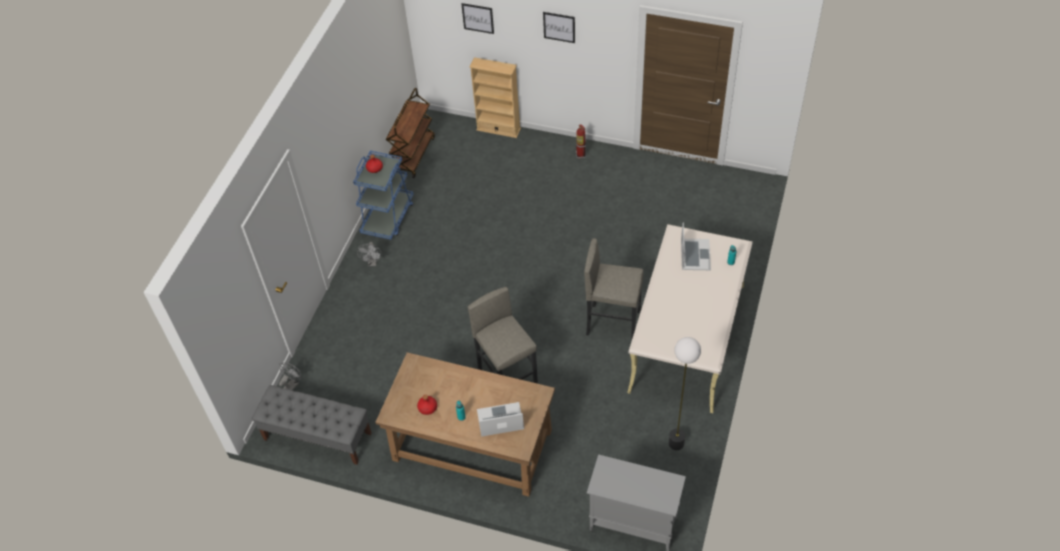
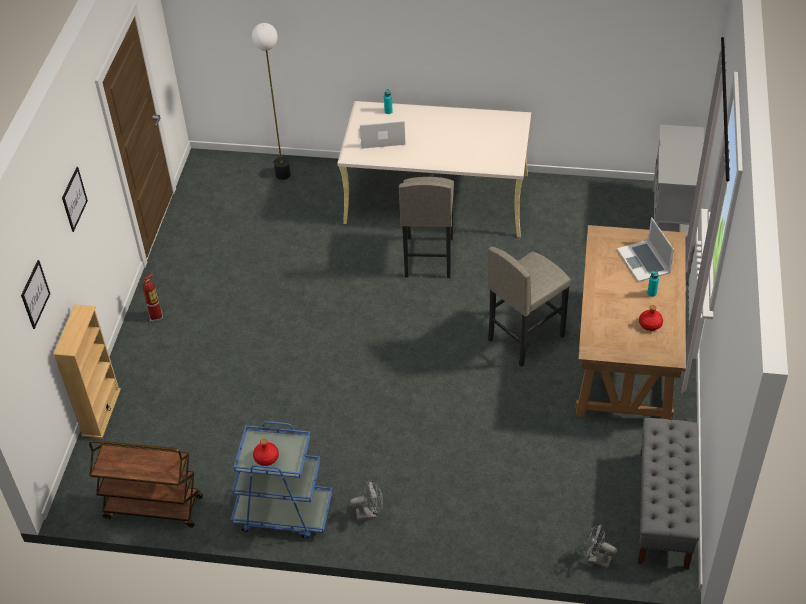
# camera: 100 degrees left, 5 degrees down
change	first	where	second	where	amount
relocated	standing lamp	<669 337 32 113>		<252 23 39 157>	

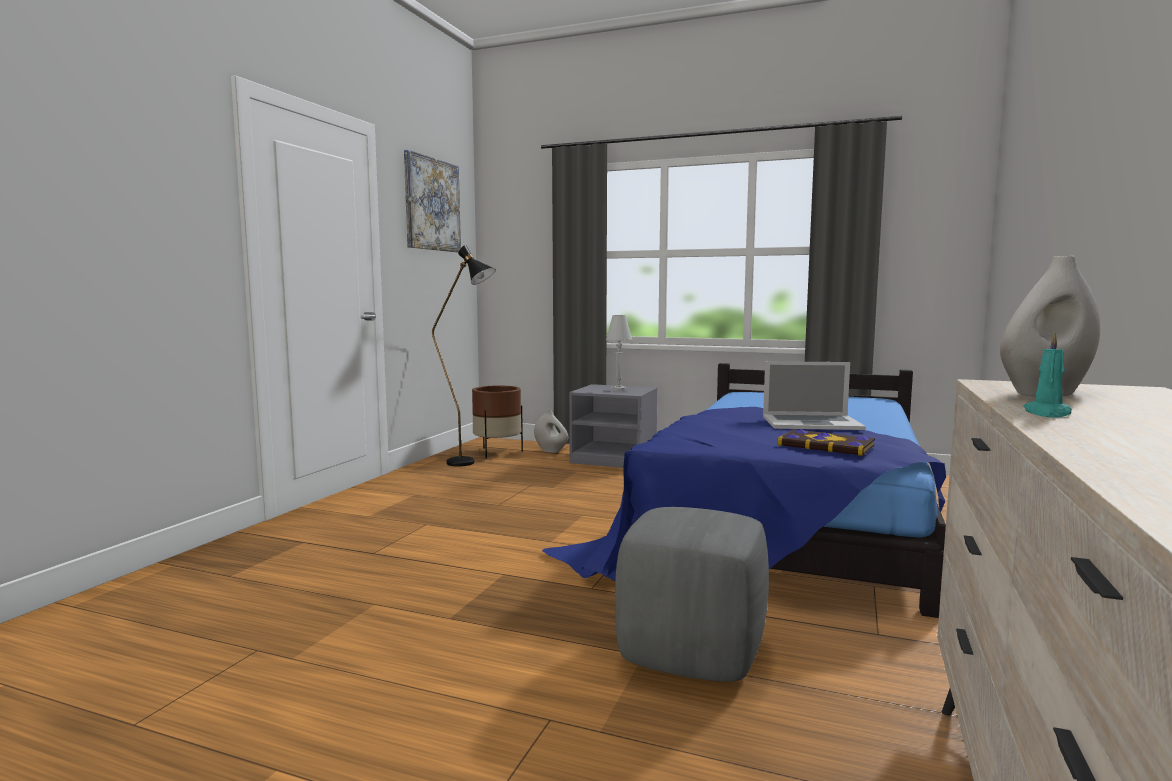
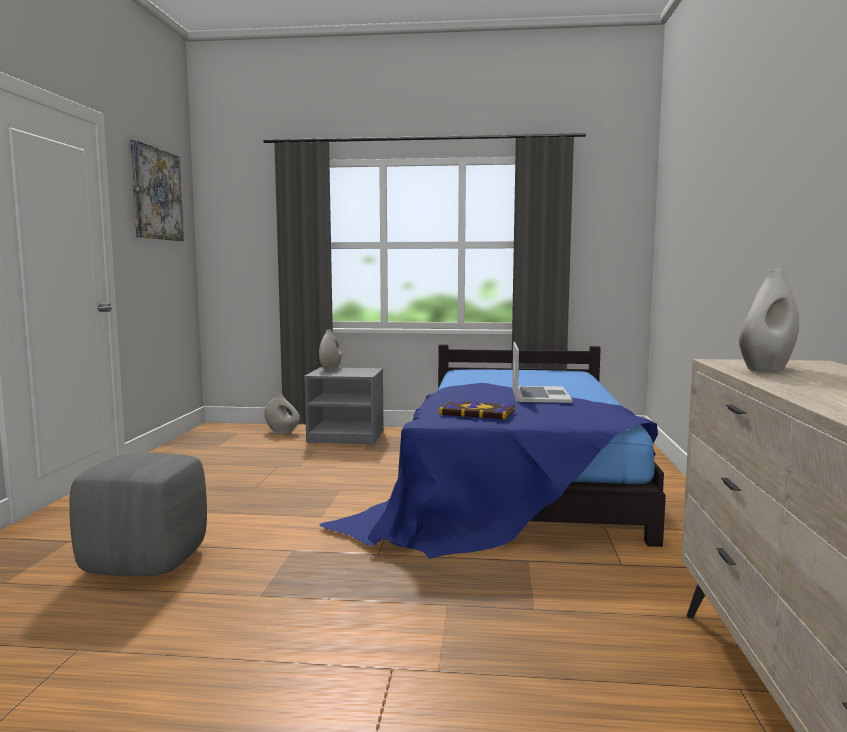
# camera: 15 degrees left, 0 degrees up
change	first	where	second	where	amount
missing	black standing lamp	<432 245 64 222>			
missing	brownish planter	<472 386 51 72>			
missing	white lamp for a table	<606 315 26 76>			
relocated	gray pouffe	<615 507 154 175>		<69 453 138 123>	
spun	notebook computer	<763 361 103 69>		<512 342 60 61>	75 degrees counterclockwise
relocated	bound book	<778 429 97 27>		<439 400 76 20>	
missing	turquoise candle	<1023 333 49 84>			
appeared			white flower vase	<319 329 23 42>	

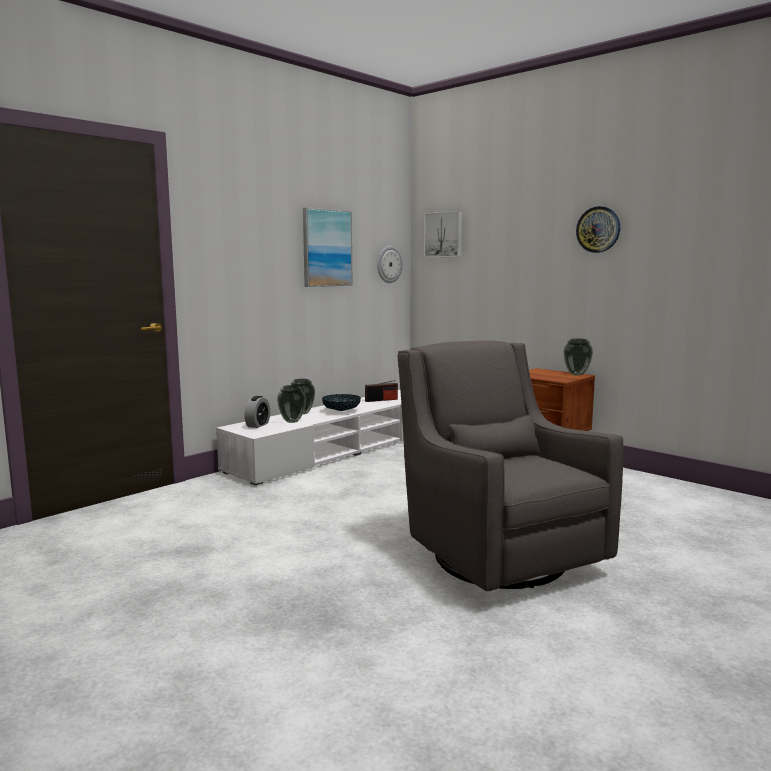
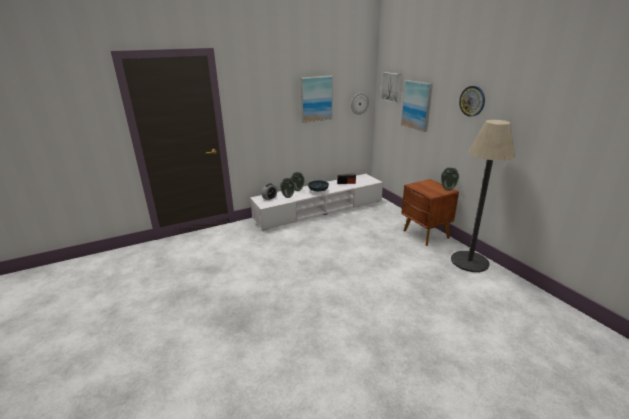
# camera: 20 degrees right, 15 degrees up
change	first	where	second	where	amount
missing	gray armchair	<398 341 226 250>			
appeared			wall picture	<401 80 32 52>	
appeared			standing lamp	<451 120 64 152>	

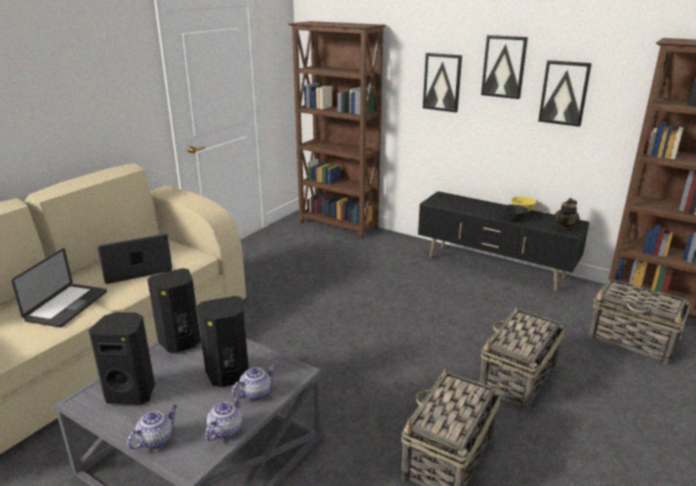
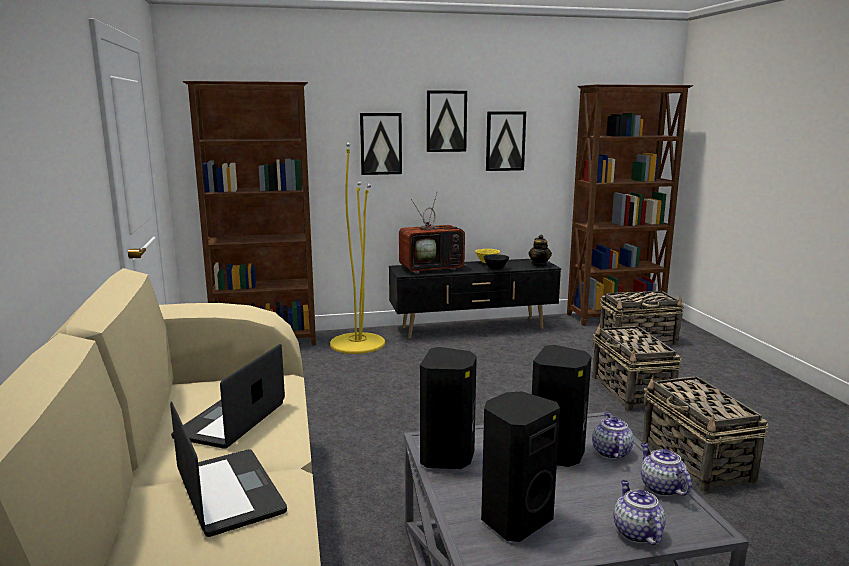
# camera: 45 degrees left, 10 degrees down
change	first	where	second	where	amount
appeared			yellow standing lamp	<330 143 55 211>	
appeared			television	<399 191 68 83>	

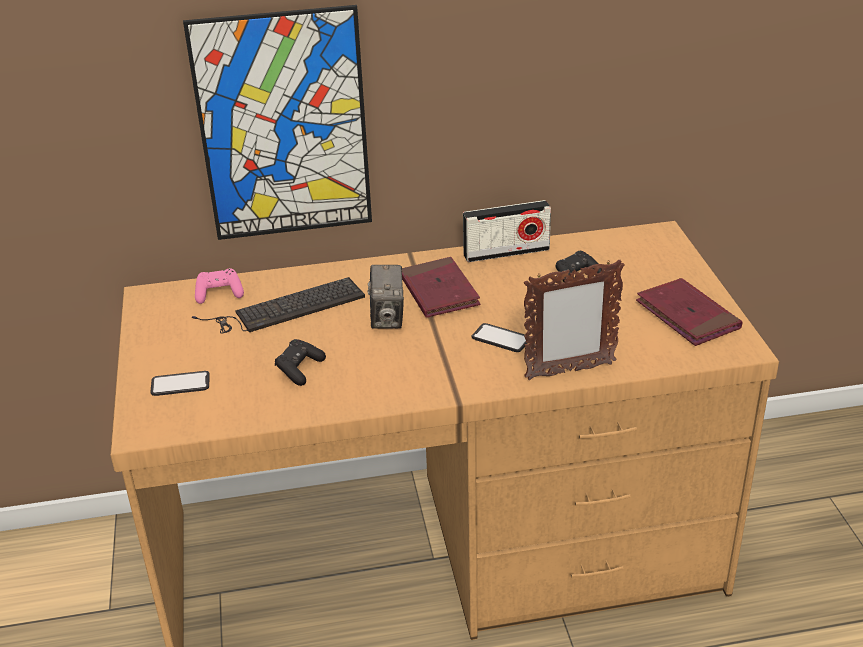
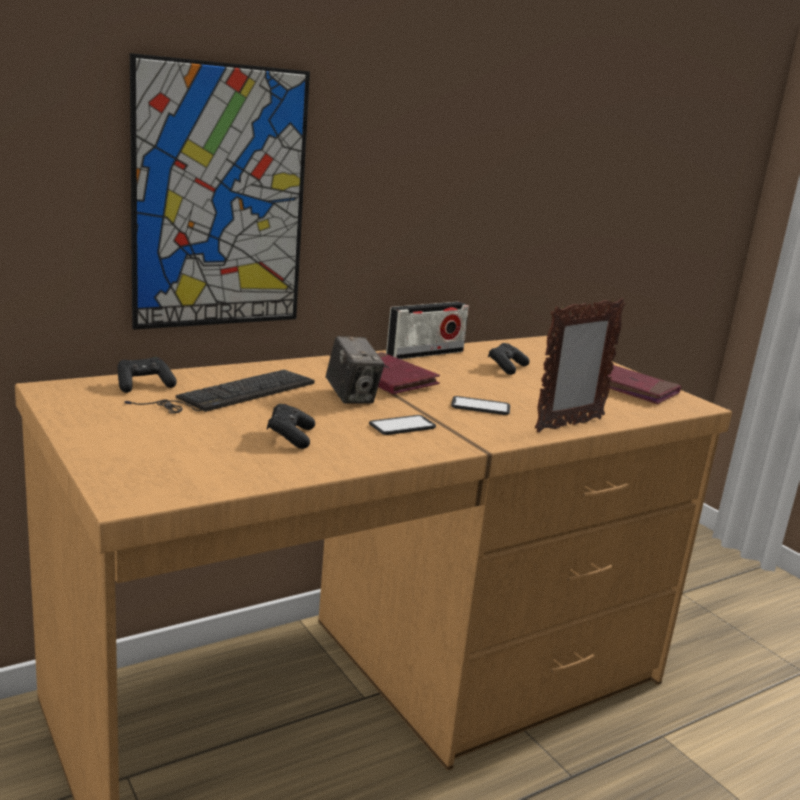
# camera: 25 degrees left, 15 degrees down
change	first	where	second	where	amount
relocated	telephone	<150 371 60 25>		<369 415 67 20>	
colour	pink-coloured joypad	<195 268 49 36>	black joypad	<118 357 59 36>	

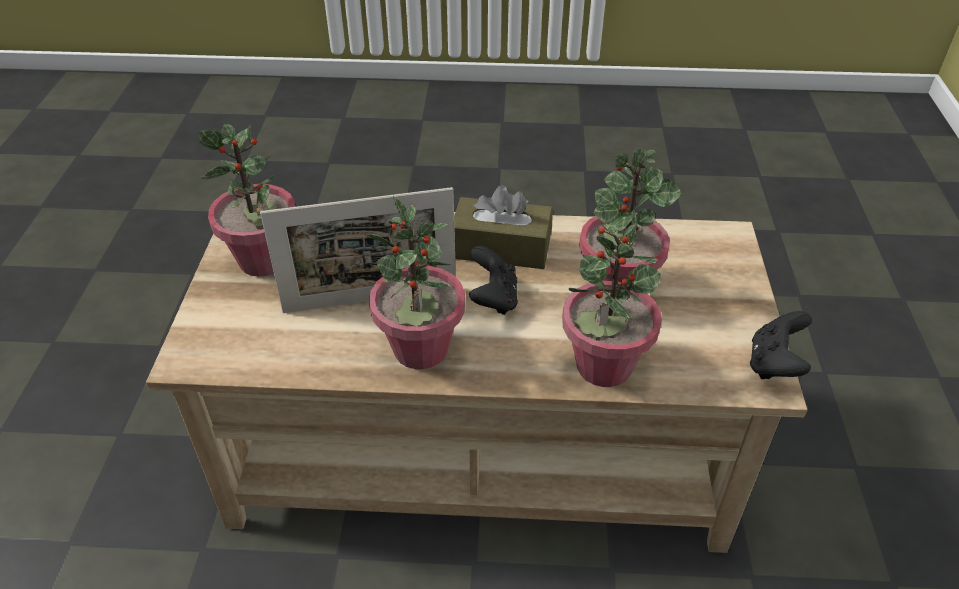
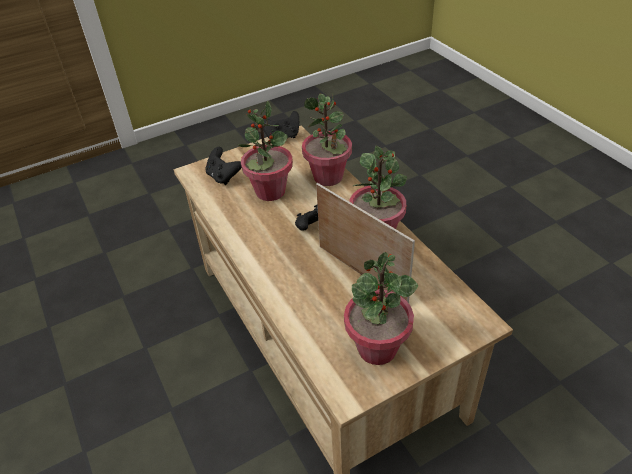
# camera: 120 degrees left, 0 degrees up
change	first	where	second	where	amount
missing	brownish tissue box	<454 185 99 84>			
appeared			black joypad	<205 147 36 38>	

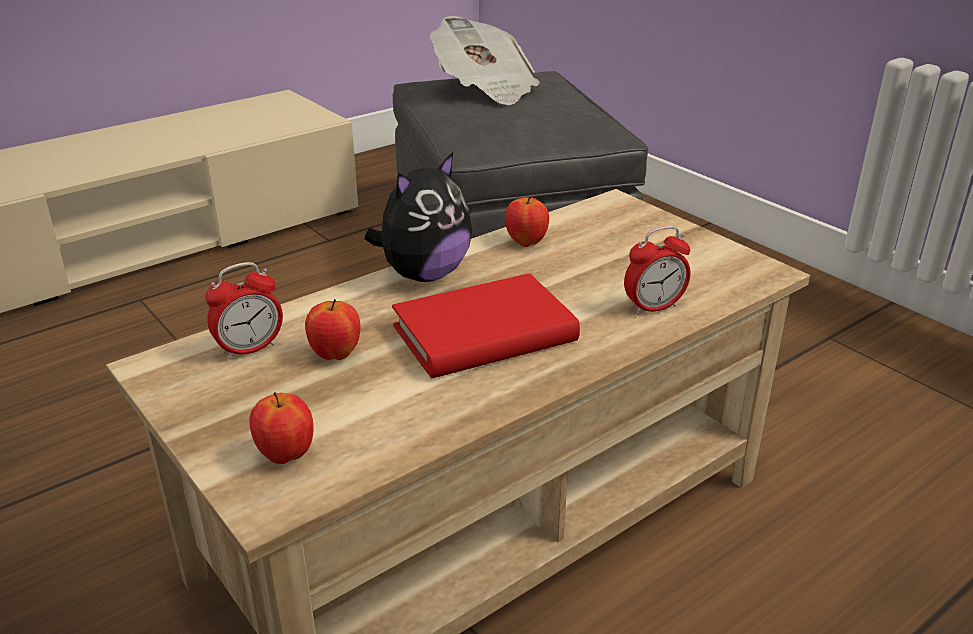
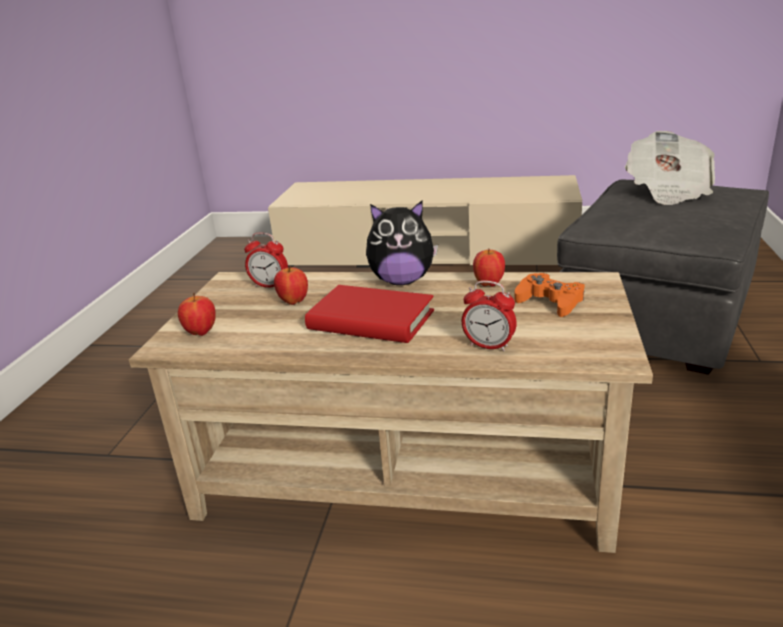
# camera: 50 degrees right, 5 degrees down
change	first	where	second	where	amount
appeared			orange-coloured joypad	<515 273 70 44>	

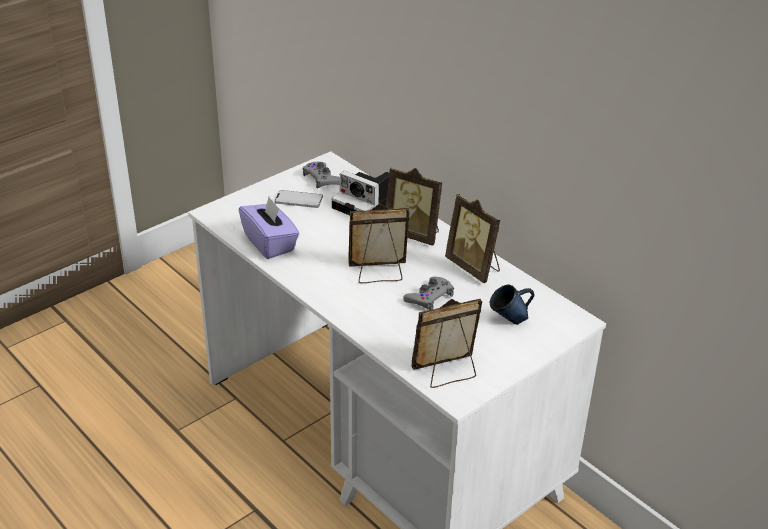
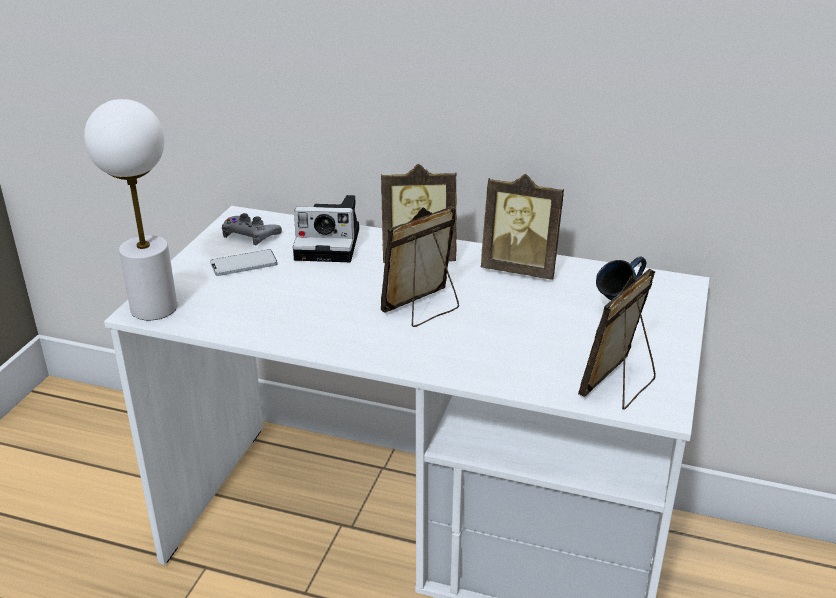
# camera: 30 degrees left, 5 degrees down
change	first	where	second	where	amount
missing	purple-coloured tissue box	<239 197 60 62>			
missing	gray joypad	<403 277 51 33>			
appeared			white lamp for a table	<84 99 93 221>	

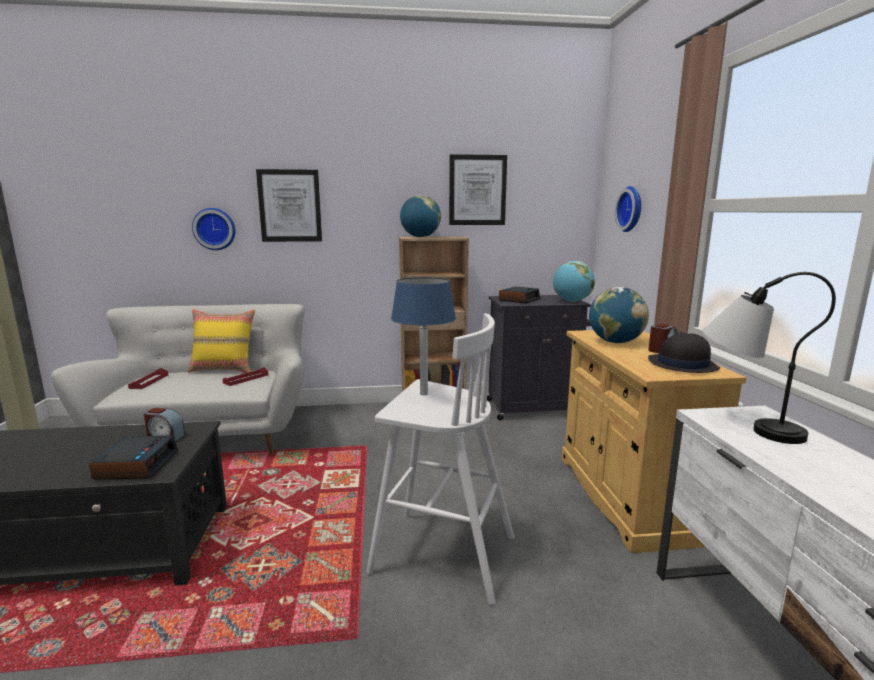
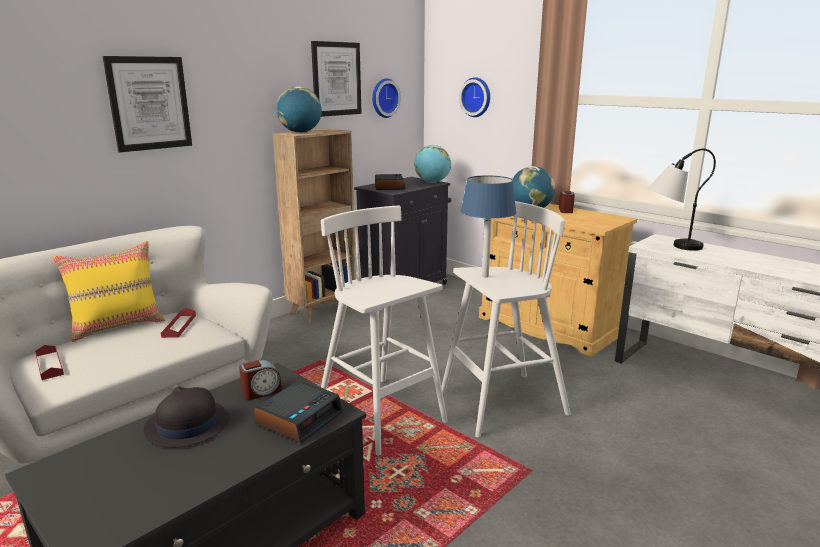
# camera: 40 degrees left, 5 degrees up
change	first	where	second	where	amount
spun	table clock	<89 435 89 45>		<254 380 89 63>	75 degrees clockwise
relocated	wall clock	<192 208 43 42>		<372 78 29 40>	
relocated	black wearable hat	<648 332 72 41>		<144 387 86 61>	
appeared			white stool	<321 206 127 250>	

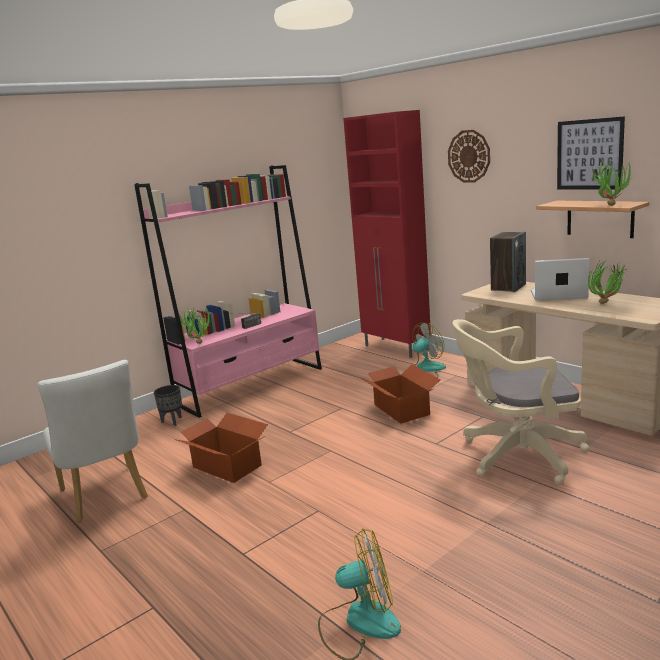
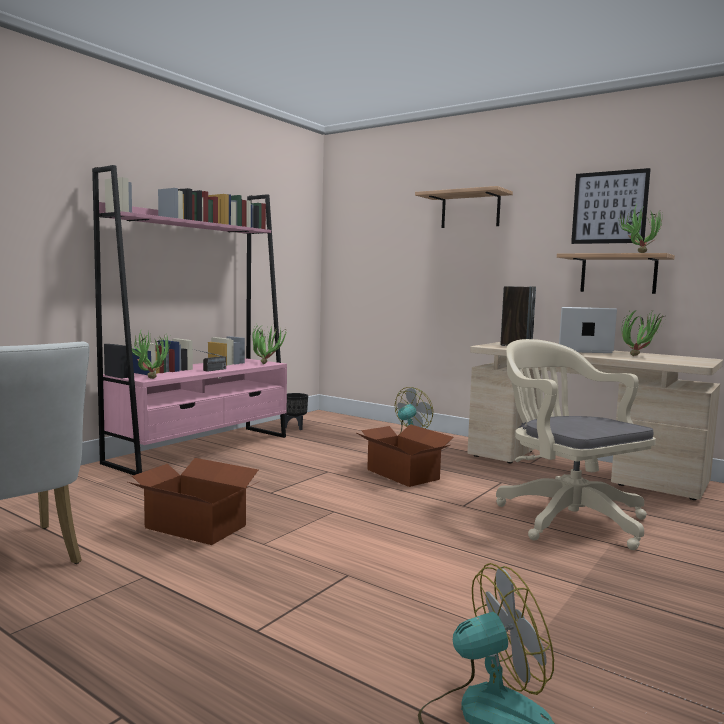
# camera: 15 degrees left, 10 degrees down
change	first	where	second	where	amount
relocated	black planter	<154 385 28 41>		<285 393 23 37>	
missing	red-coloured storage cabinet	<343 110 88 248>			
exchanged	wall clock	<448 130 42 53>	bracket shelf	<415 186 98 42>	
spun	sand-coloured computer chair	<452 319 137 166>		<496 339 160 211>	75 degrees clockwise
appeared			potted plant	<253 325 34 39>	

